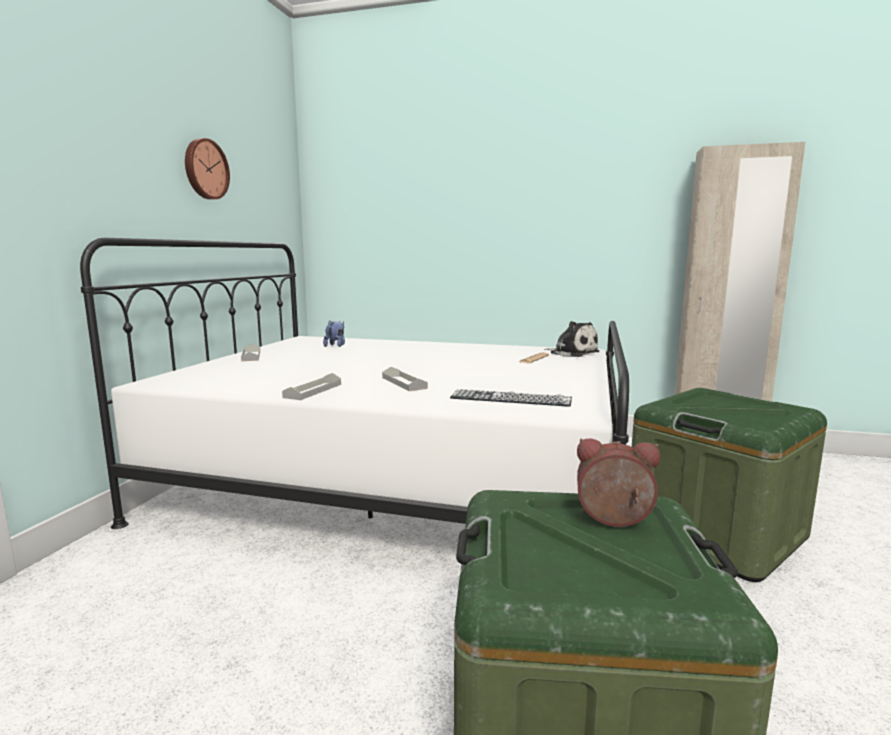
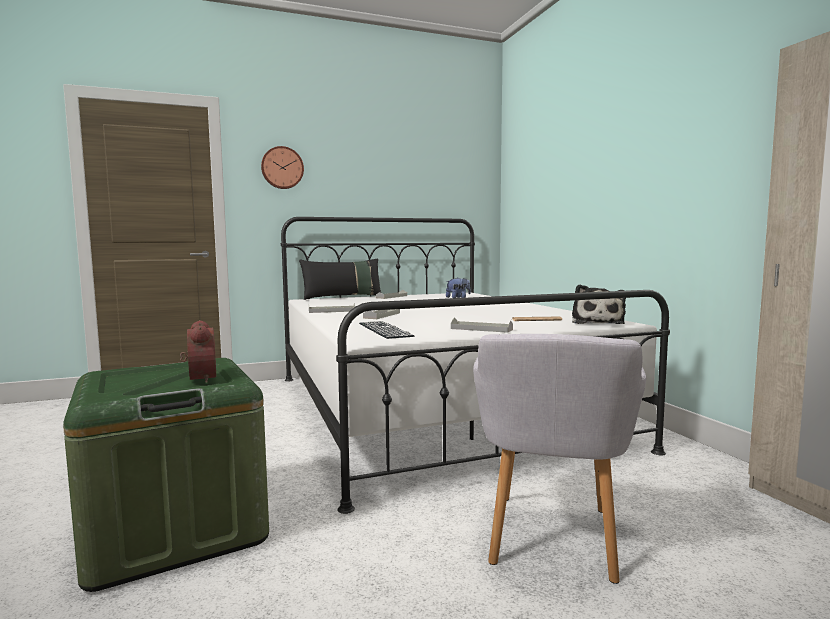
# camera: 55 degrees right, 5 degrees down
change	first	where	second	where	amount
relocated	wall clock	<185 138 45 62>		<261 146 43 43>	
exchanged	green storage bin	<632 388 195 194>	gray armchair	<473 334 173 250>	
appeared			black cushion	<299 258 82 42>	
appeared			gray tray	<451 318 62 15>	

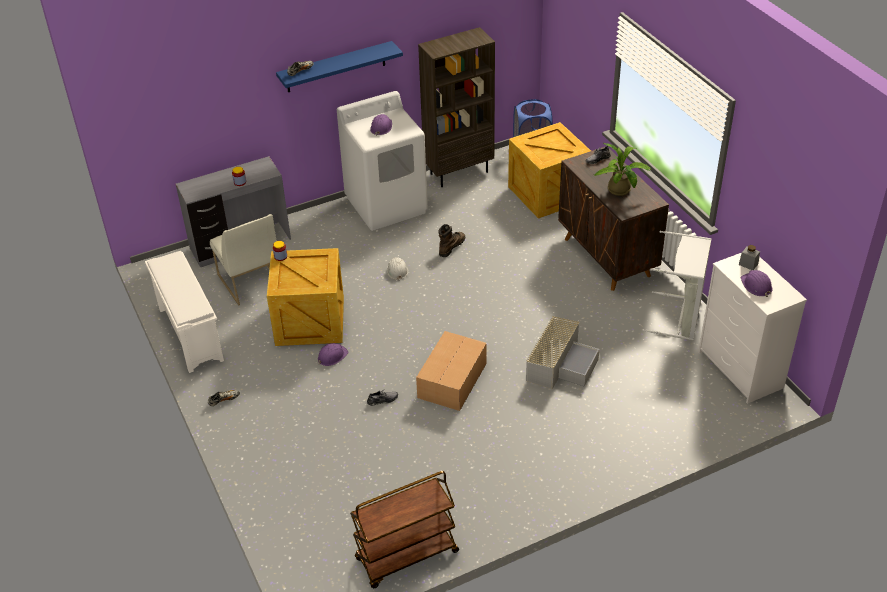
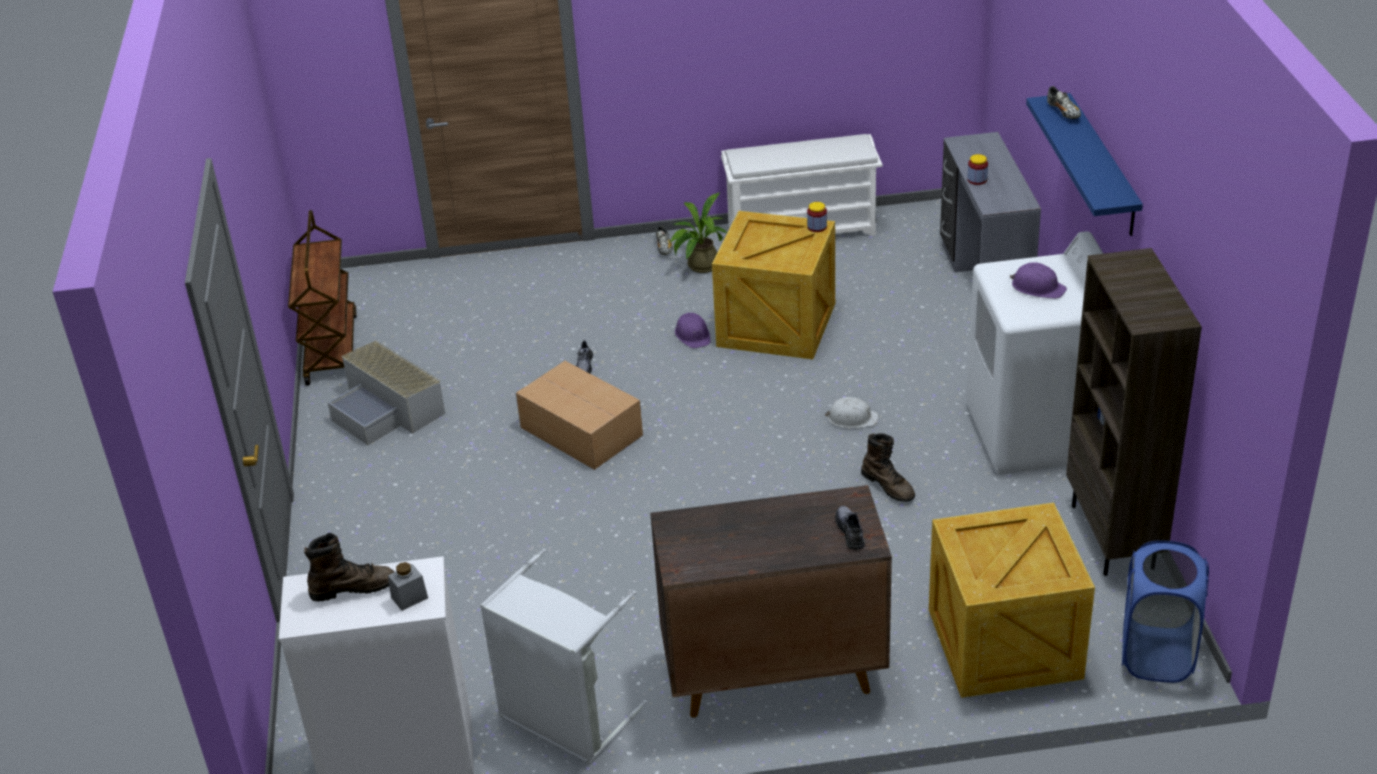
# camera: 110 degrees right, 5 degrees down
change	first	where	second	where	amount
missing	white chair	<210 214 67 92>			
relocated	gray storage bin	<526 316 73 73>		<328 340 117 105>	
relocated	potted plant	<594 143 58 53>		<670 192 57 81>	
exchanged	purple-coloured work helmet	<741 270 31 27>	brownish tall boot	<304 533 91 69>	

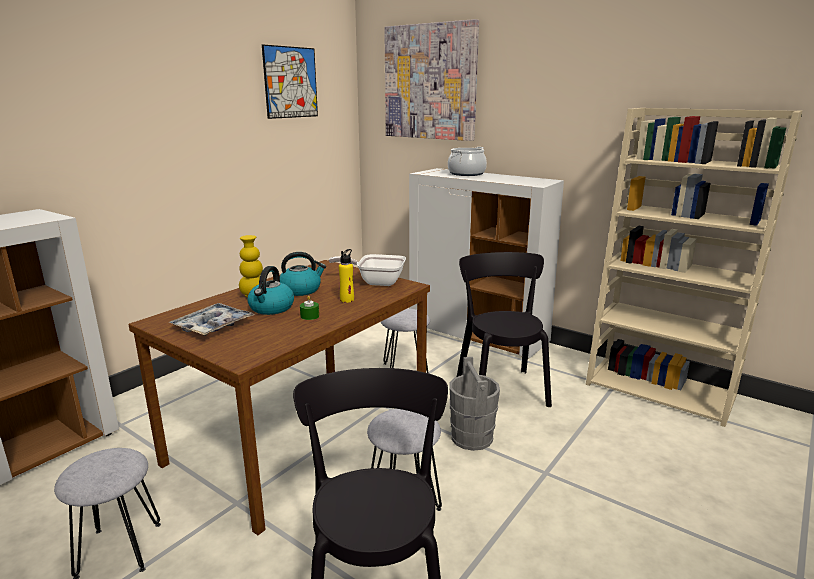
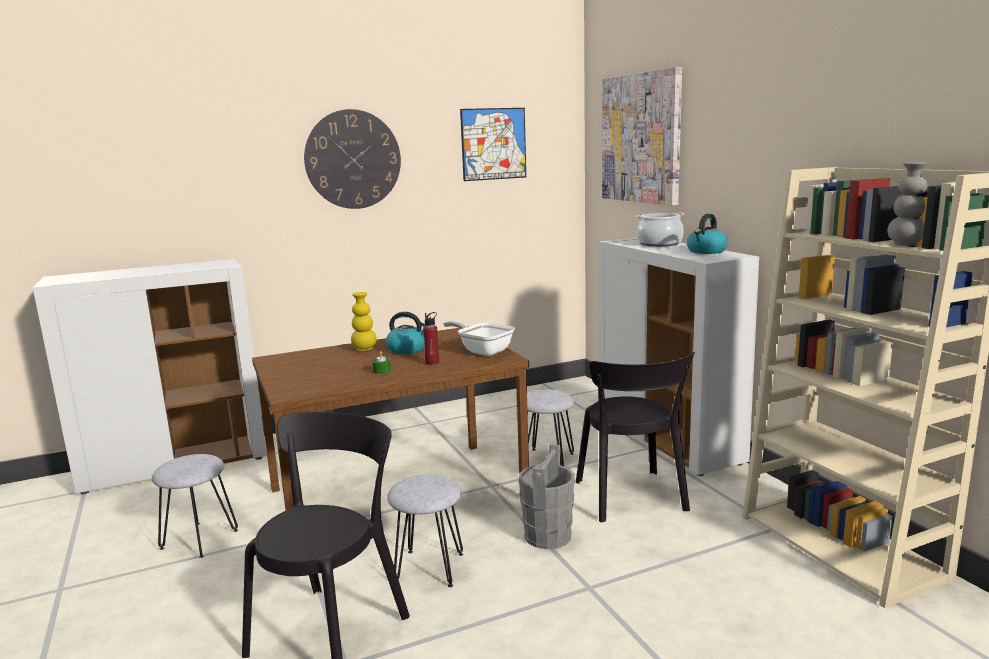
# camera: 30 degrees right, 5 degrees down
change	first	where	second	where	amount
missing	tray	<169 303 86 33>			
relocated	tea kettle	<247 266 47 49>		<687 214 41 40>	
colour	yellow bottle	<339 249 15 54>	red-coloured bottle	<423 312 16 53>	
spun	black chair	<457 252 95 155>		<576 352 119 170>	150 degrees clockwise
appeared			wall clock	<304 109 97 100>	
appeared			gray flower vase	<887 162 41 84>	

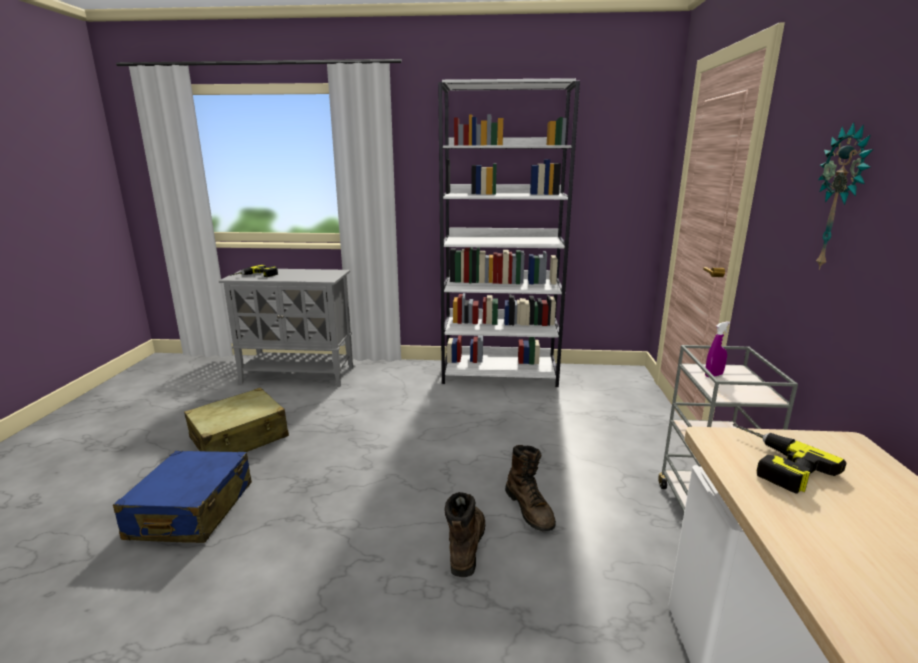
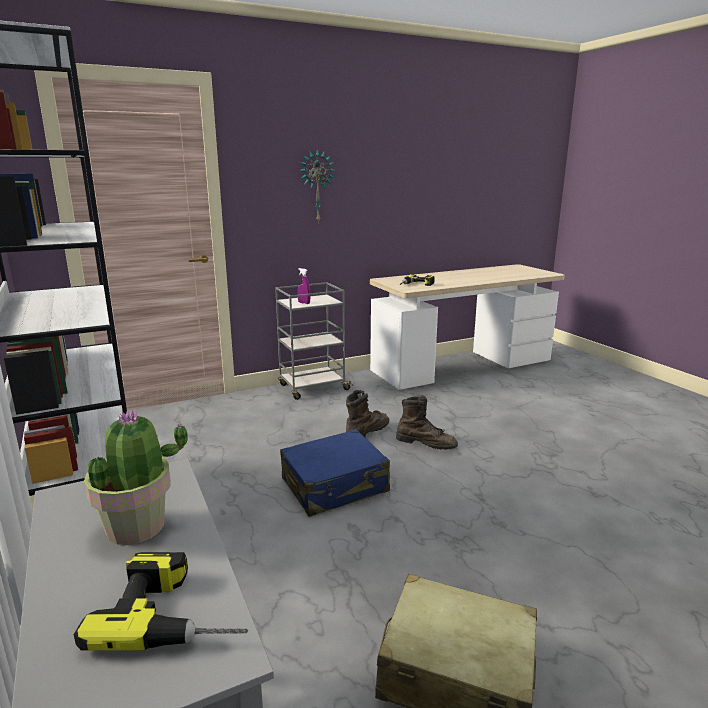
# camera: 120 degrees left, 0 degrees up
change	first	where	second	where	amount
relocated	blue suitcase	<113 451 139 92>		<280 429 110 88>	
spun	brownish tall boot	<444 492 41 85>		<396 395 62 55>	135 degrees counterclockwise
appeared			potted plant	<84 410 104 135>	

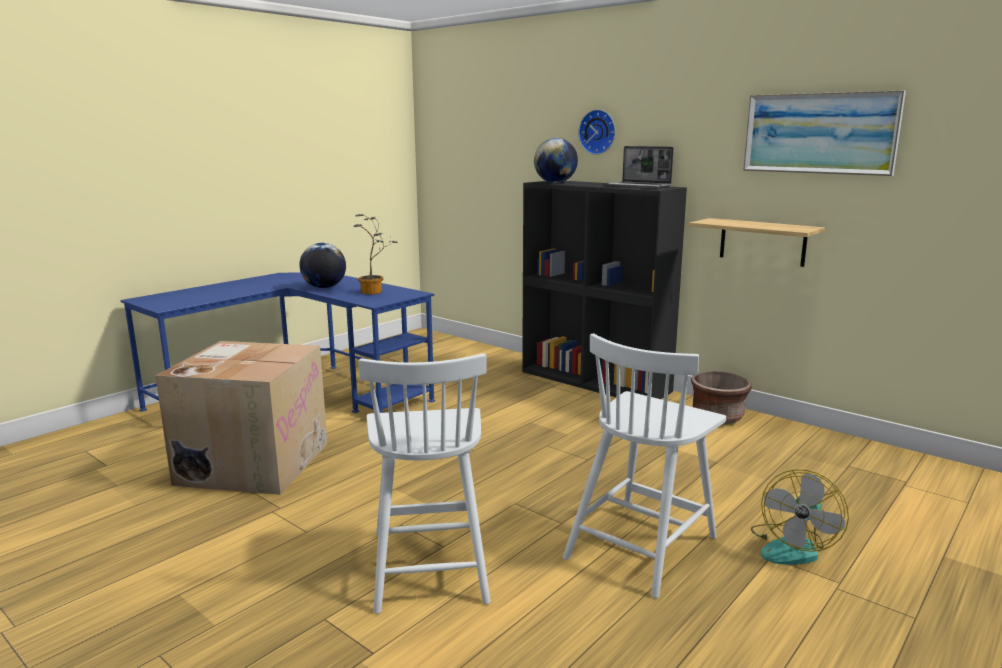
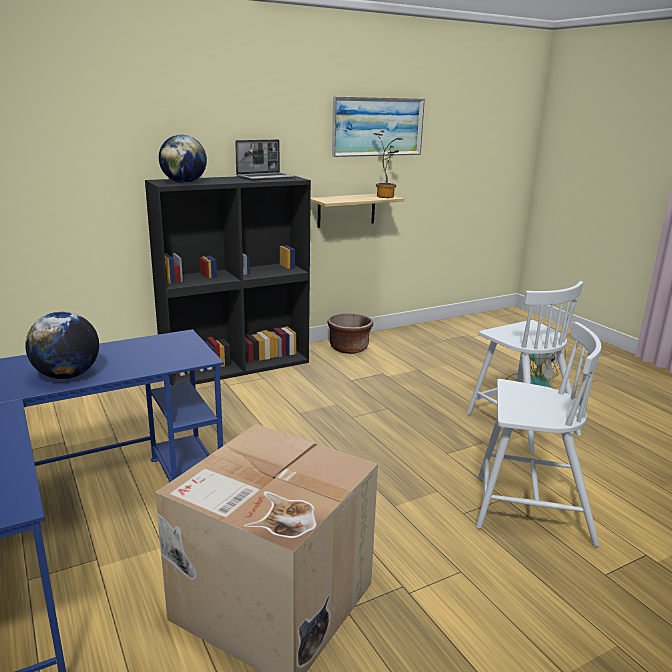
# camera: 70 degrees left, 5 degrees up
change	first	where	second	where	amount
relocated	potted plant	<353 214 44 81>		<374 131 29 67>	
missing	wall clock	<578 109 37 46>			

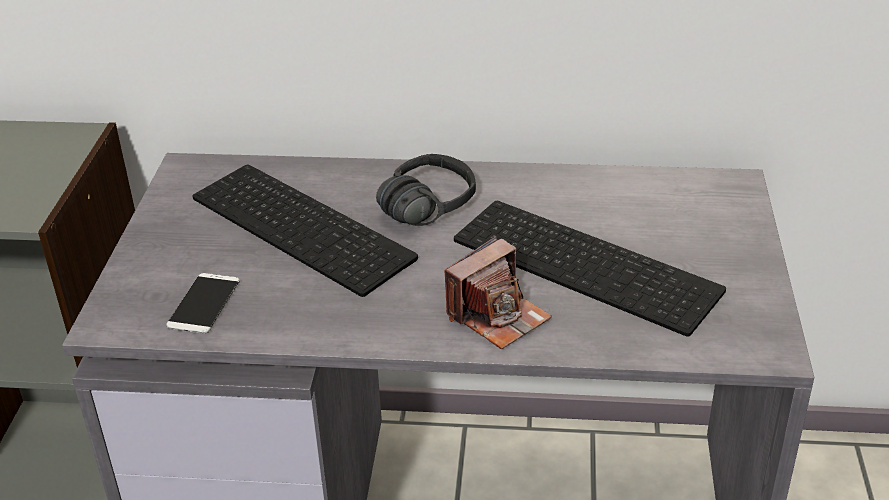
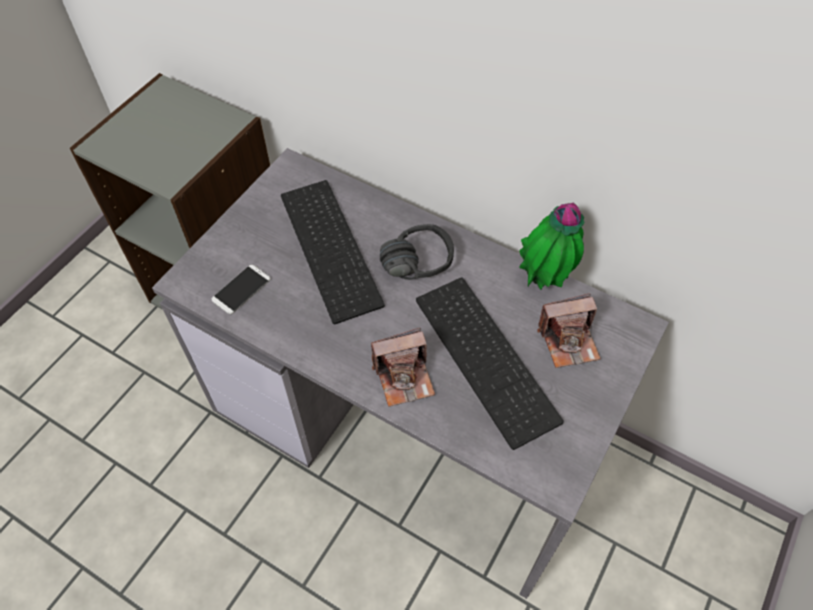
# camera: 25 degrees right, 20 degrees up
change	first	where	second	where	amount
appeared			potted plant	<519 203 65 87>	
appeared			still camera	<537 293 64 75>	

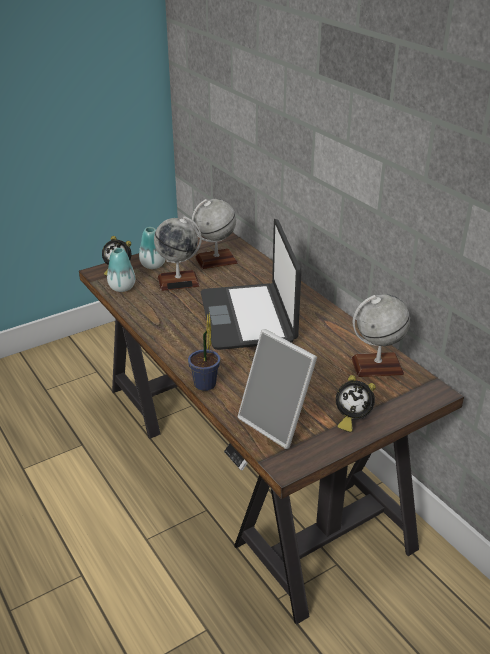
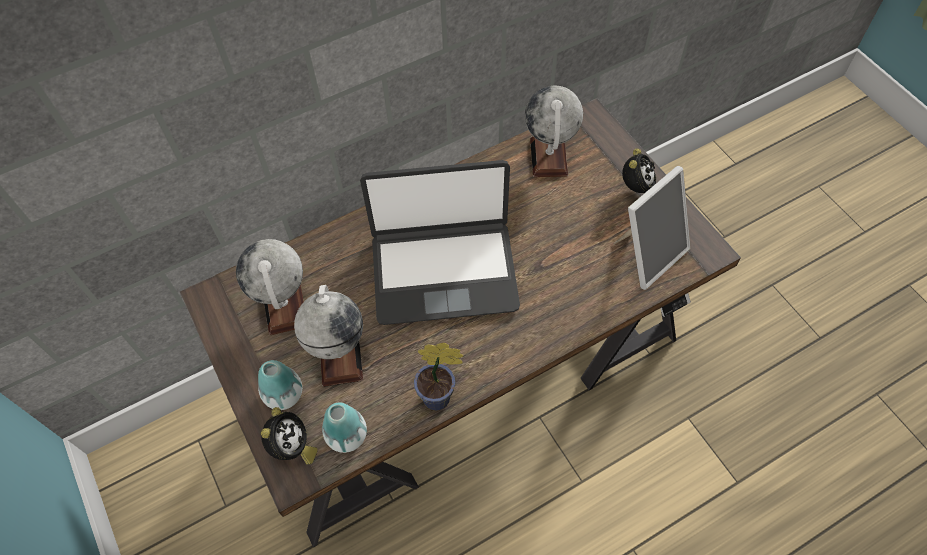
# camera: 85 degrees left, 25 degrees up
change	first	where	second	where	amount
relocated	potted plant	<188 313 33 78>		<414 343 49 67>	

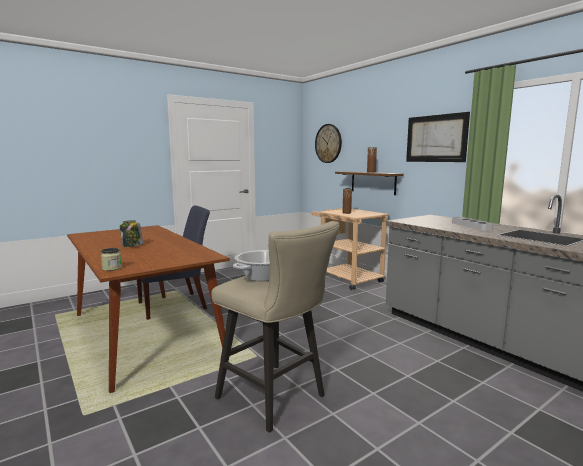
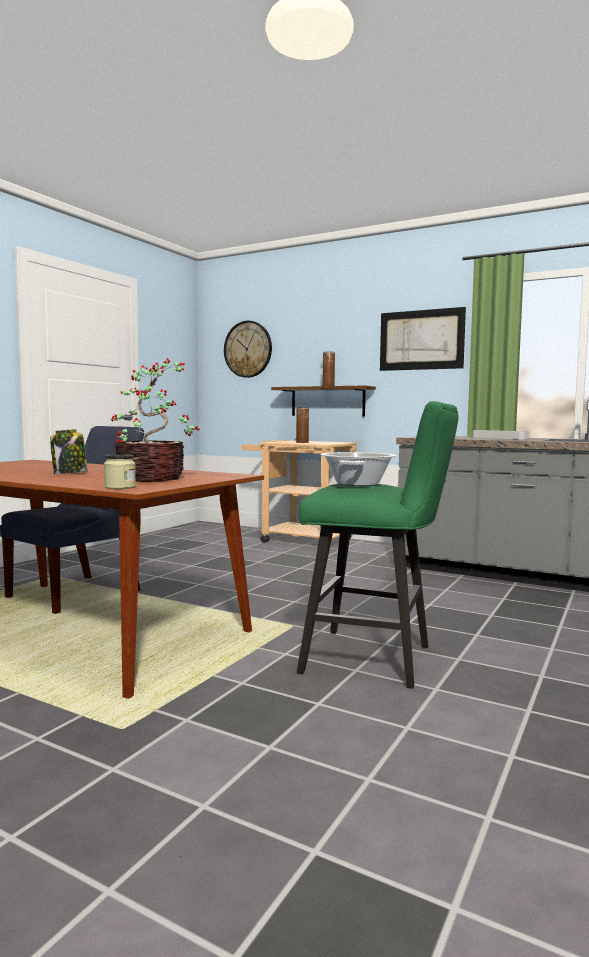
# camera: 25 degrees left, 5 degrees down
change	first	where	second	where	amount
colour	sand-coloured stool	<211 221 129 212>	green stool	<297 401 162 288>	
appeared			potted plant	<111 358 88 124>	

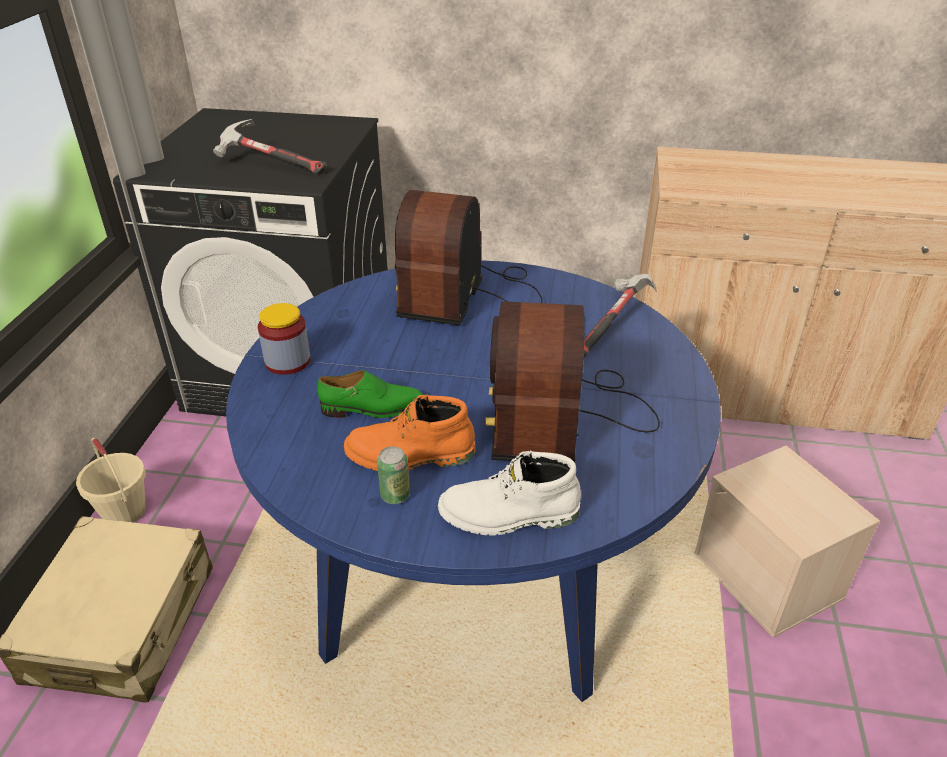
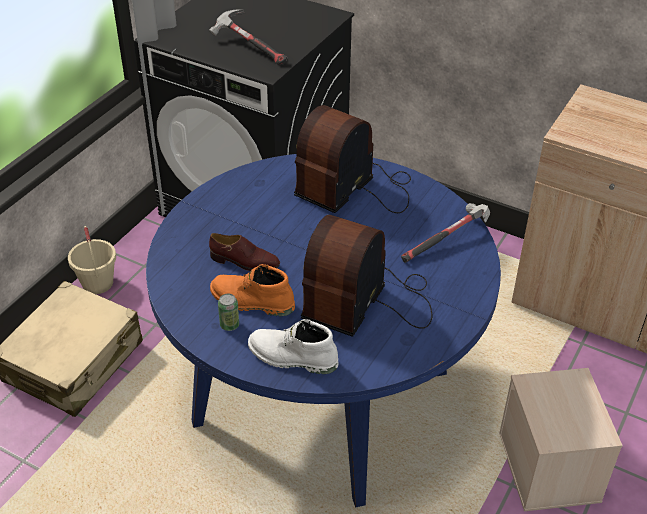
# camera: 20 degrees right, 5 degrees up
change	first	where	second	where	amount
missing	jar	<258 303 53 72>			
colour	green shoe	<318 370 105 48>	brownish shoe	<209 233 71 38>	

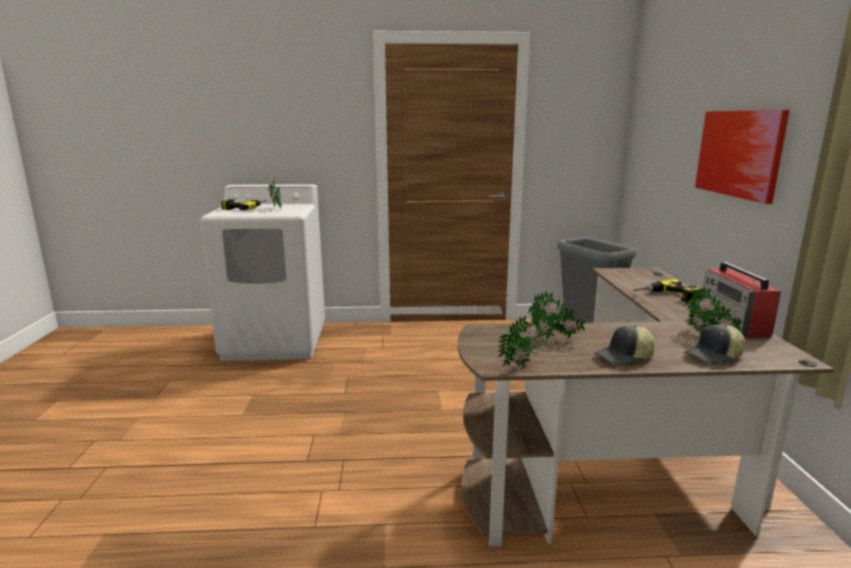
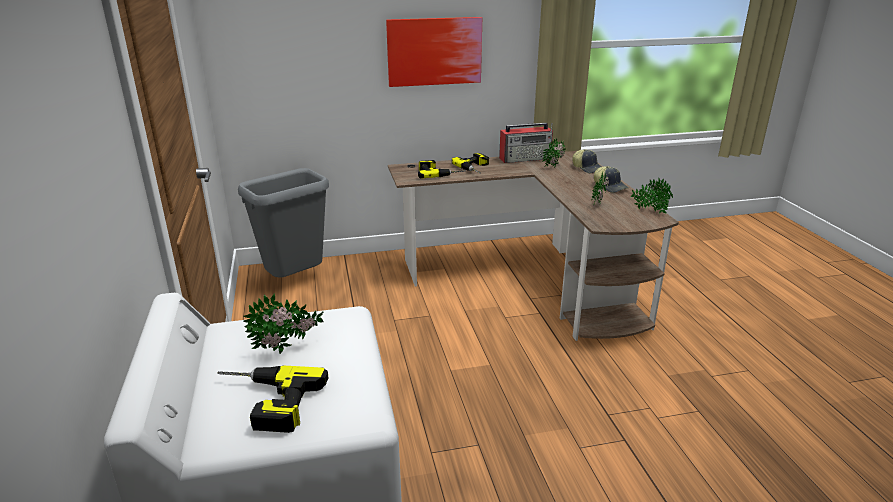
# camera: 100 degrees left, 10 degrees up
change	first	where	second	where	amount
appeared			drill	<418 160 47 19>	

